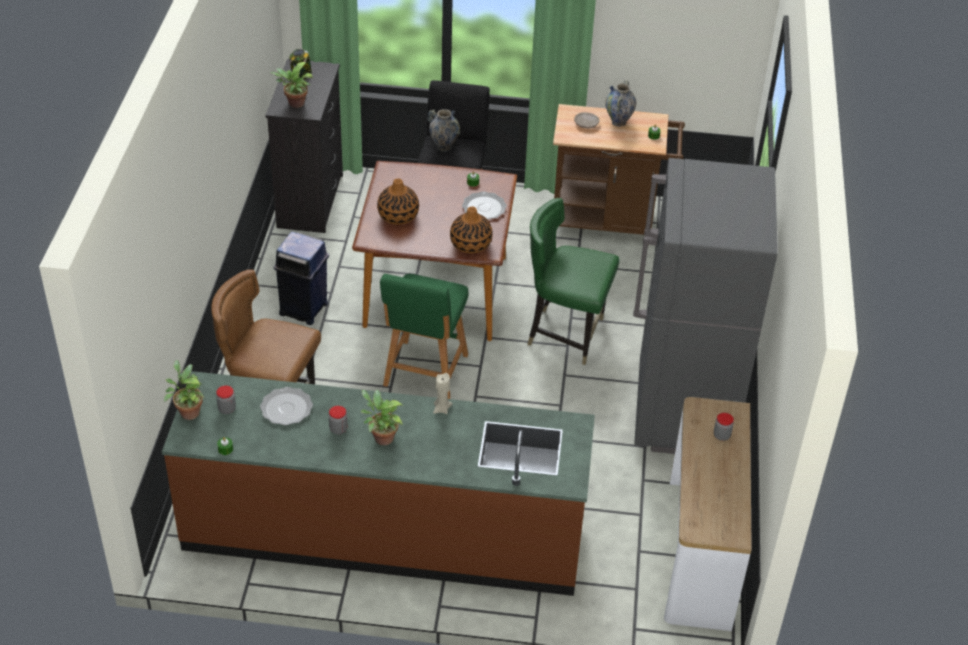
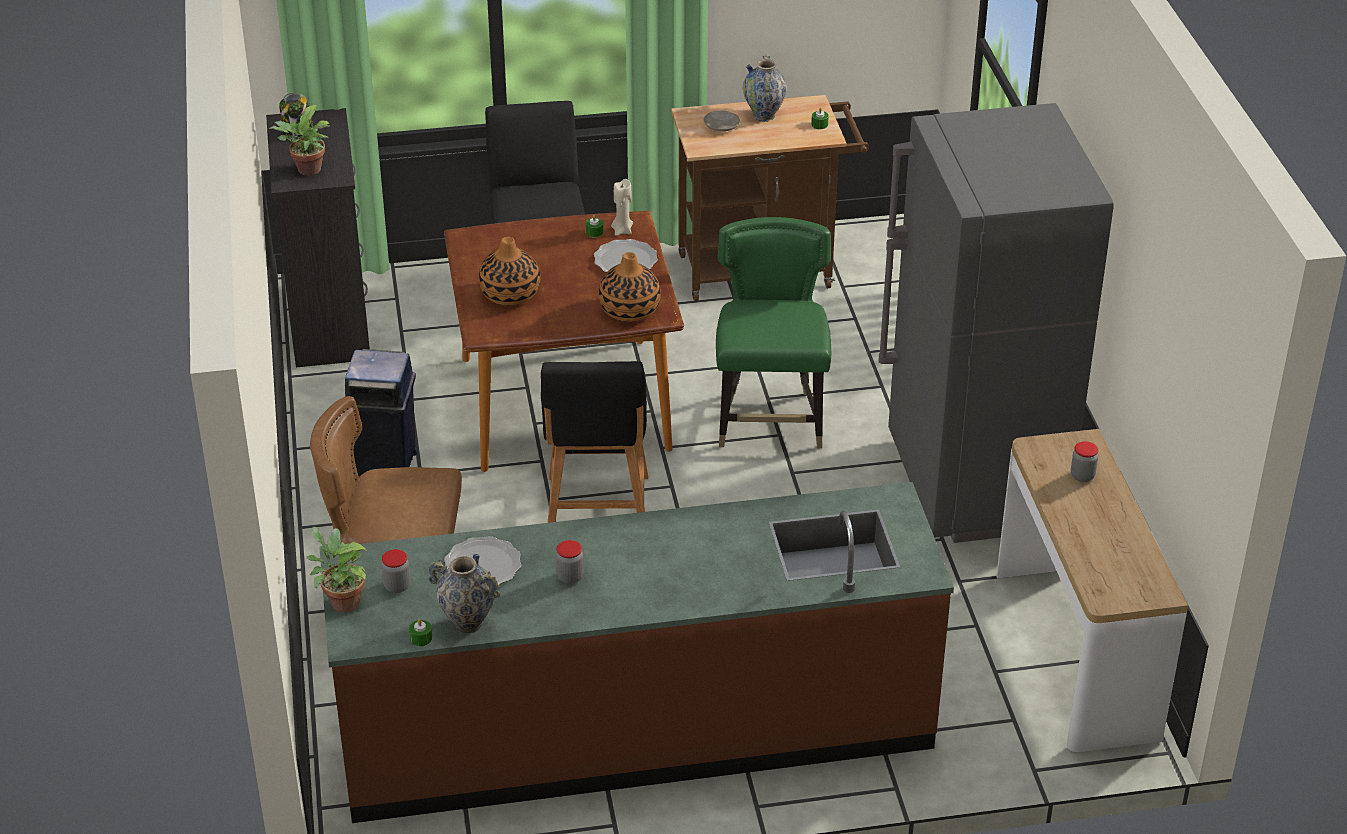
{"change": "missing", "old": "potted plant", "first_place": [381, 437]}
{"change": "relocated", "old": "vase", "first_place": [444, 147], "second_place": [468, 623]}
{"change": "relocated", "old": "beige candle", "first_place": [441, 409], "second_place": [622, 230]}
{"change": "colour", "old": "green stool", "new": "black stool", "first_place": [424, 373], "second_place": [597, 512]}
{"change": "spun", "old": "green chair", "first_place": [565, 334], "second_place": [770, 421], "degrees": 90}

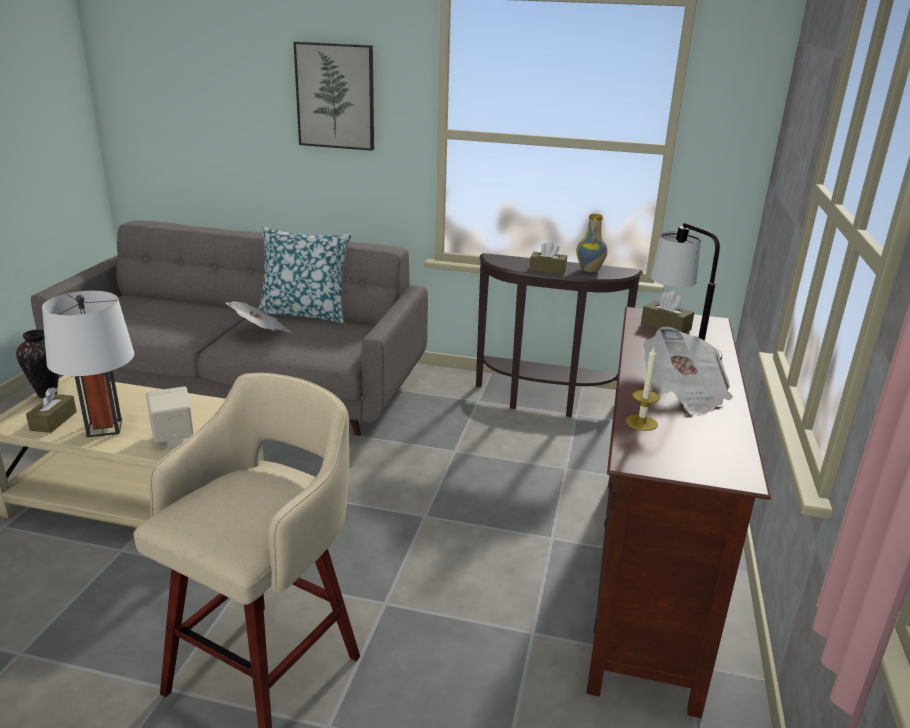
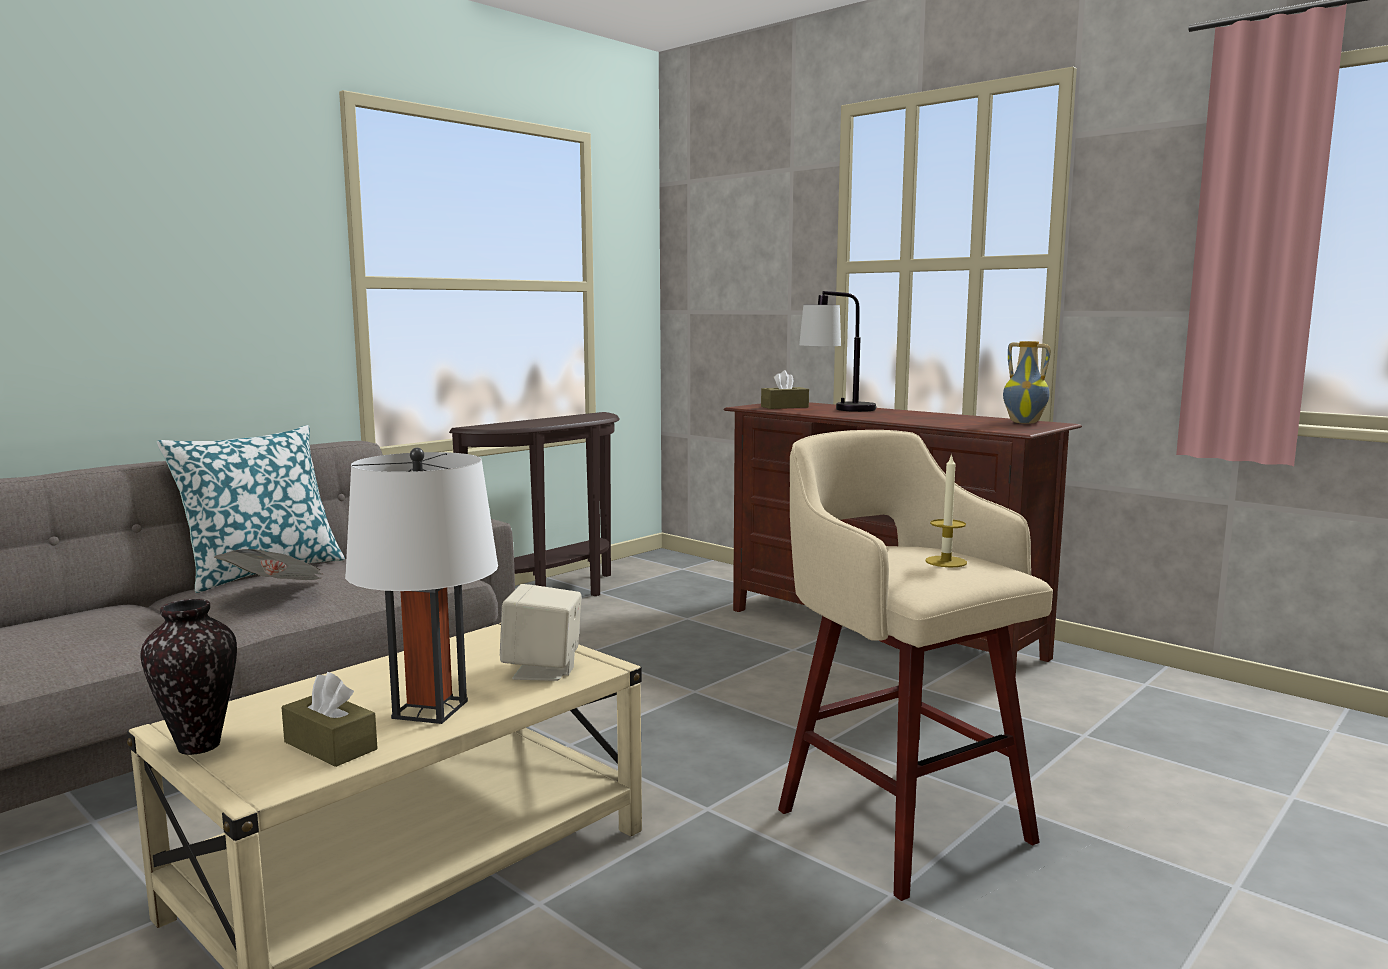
{"change": "missing", "old": "picture", "first_place": [335, 96]}
{"change": "missing", "old": "brown tissue box", "first_place": [547, 270]}
{"change": "missing", "old": "newspaper", "first_place": [683, 393]}
{"change": "relocated", "old": "vase", "first_place": [590, 270], "second_place": [1025, 422]}
{"change": "relocated", "old": "candle", "first_place": [641, 423], "second_place": [946, 562]}

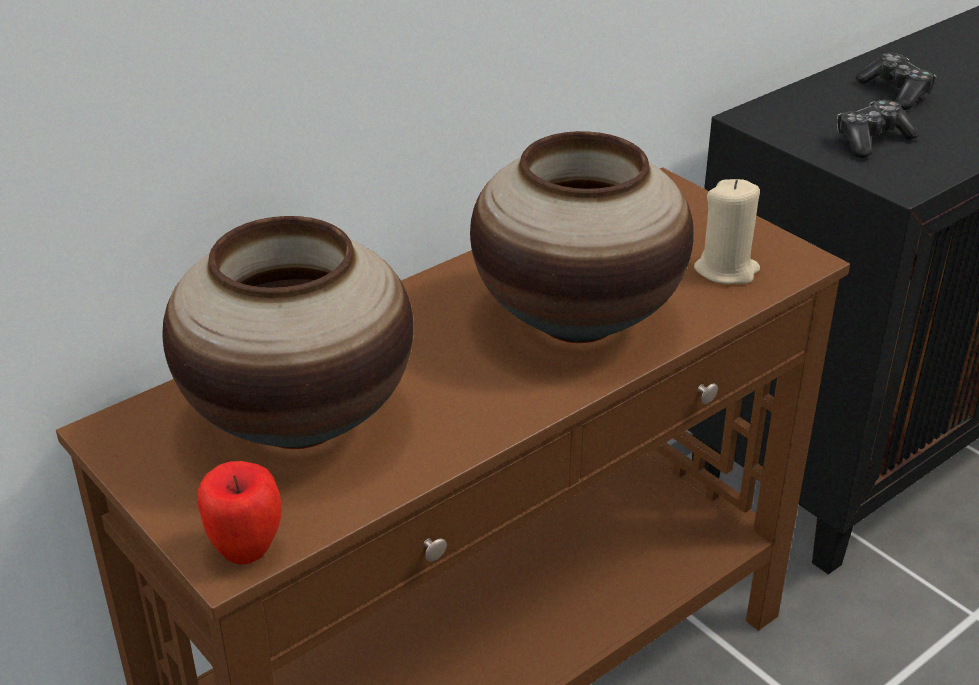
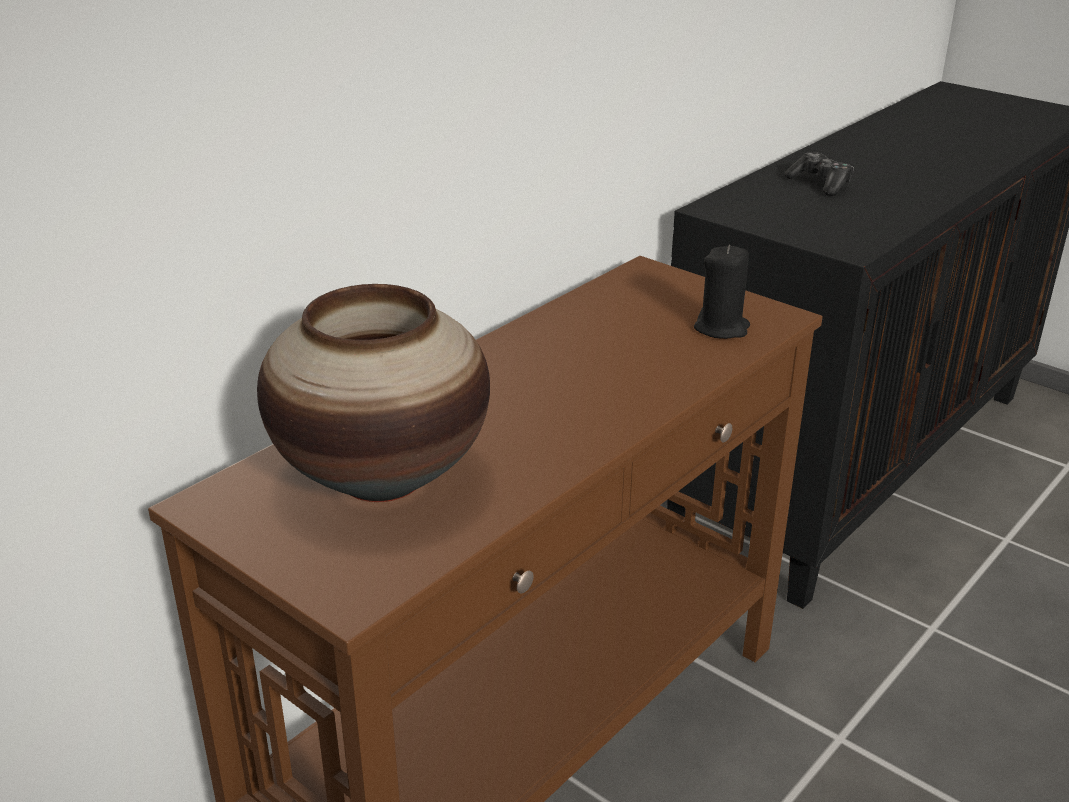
{"change": "missing", "old": "apple", "first_place": [246, 550]}
{"change": "missing", "old": "vase", "first_place": [578, 320]}
{"change": "missing", "old": "game controller", "first_place": [871, 140]}
{"change": "colour", "old": "beige candle", "new": "black candle", "first_place": [726, 270], "second_place": [721, 328]}

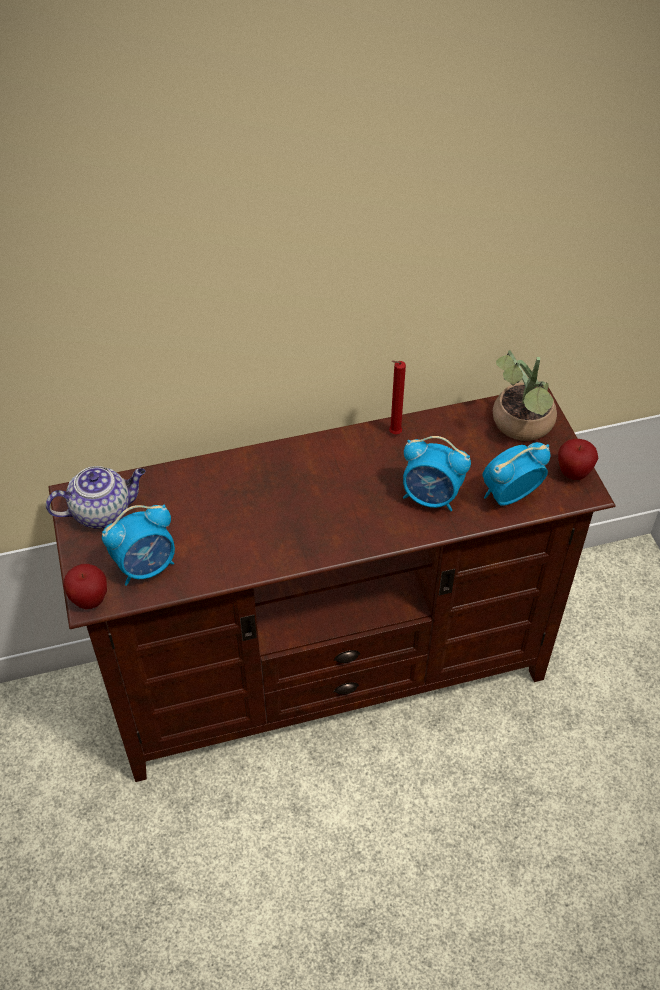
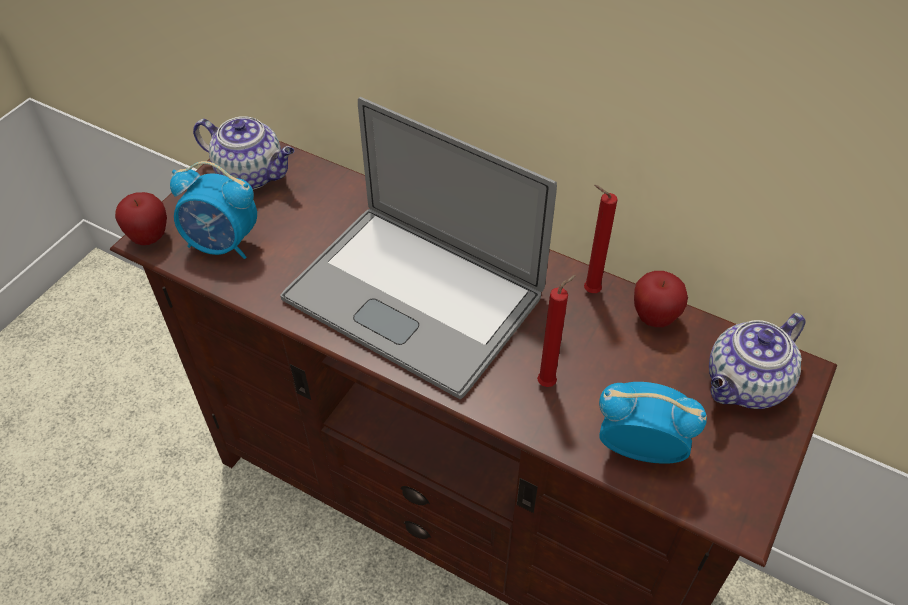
{"change": "appeared", "new": "laptop", "second_place": [413, 297]}
{"change": "relocated", "old": "apple", "first_place": [573, 473], "second_place": [654, 317]}
{"change": "exchanged", "old": "alarm clock", "new": "red candle", "first_place": [431, 497], "second_place": [549, 382]}
{"change": "exchanged", "old": "potted plant", "new": "teapot", "first_place": [521, 427], "second_place": [745, 386]}

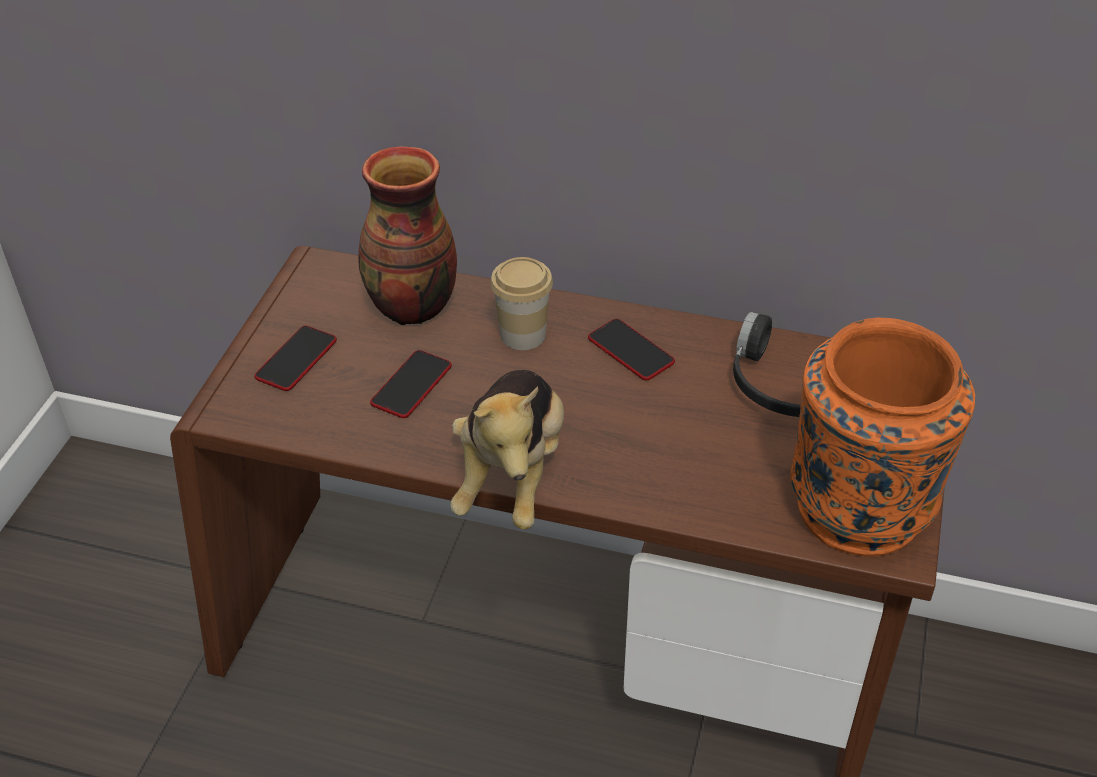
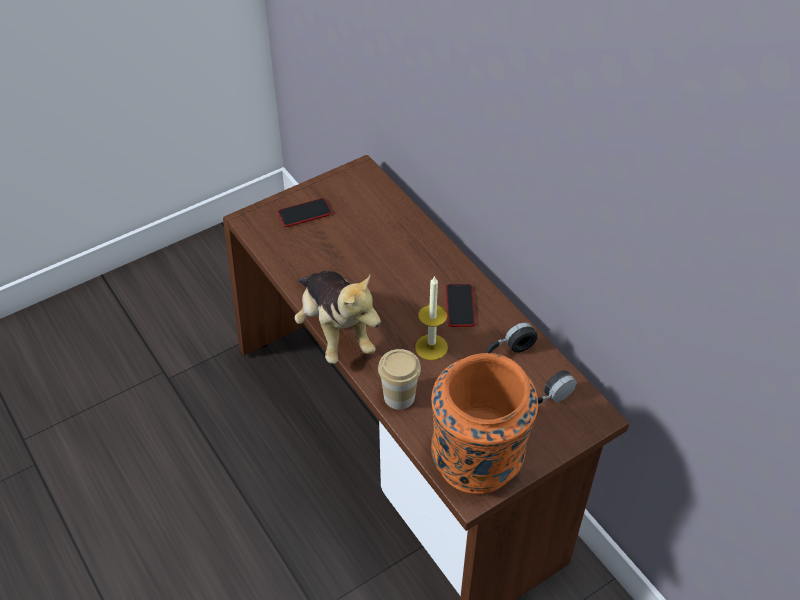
{"change": "missing", "old": "vase", "first_place": [411, 307]}
{"change": "missing", "old": "phone", "first_place": [411, 385]}
{"change": "appeared", "new": "candle", "second_place": [431, 347]}
{"change": "relocated", "old": "cup", "first_place": [523, 335], "second_place": [399, 396]}
{"change": "spun", "old": "plush toy", "first_place": [512, 475], "second_place": [335, 331], "degrees": -75}

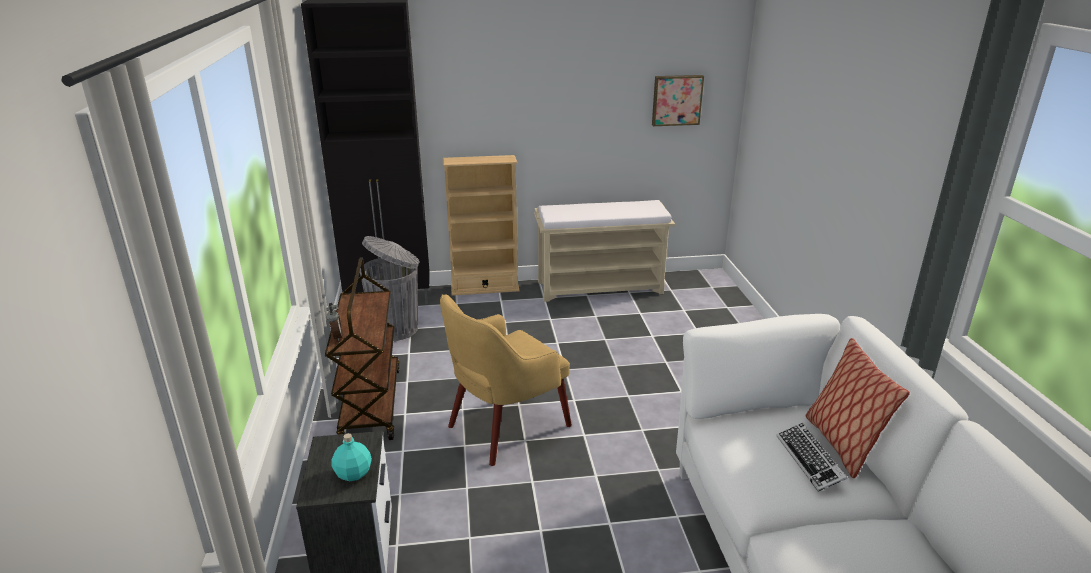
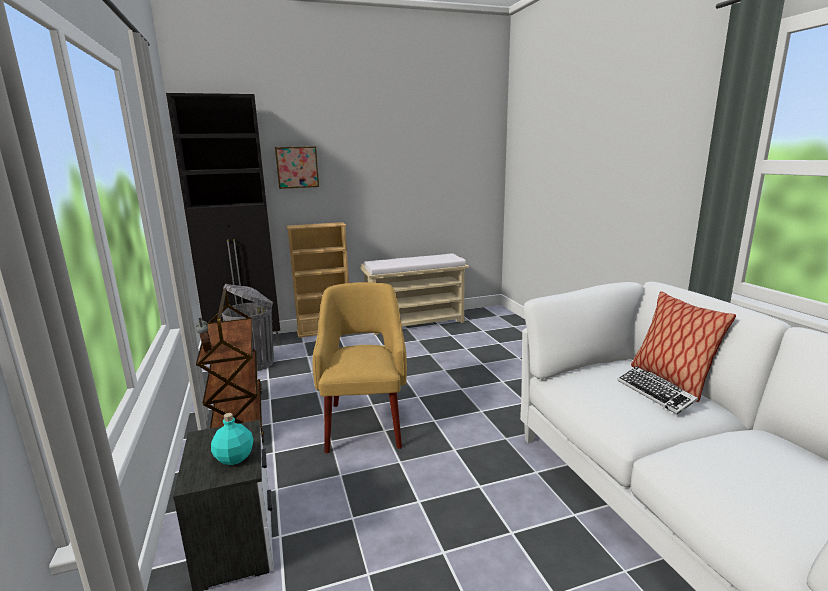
{"change": "relocated", "old": "picture", "first_place": [676, 100], "second_place": [297, 167]}
{"change": "spun", "old": "yellow armchair", "first_place": [505, 427], "second_place": [365, 422], "degrees": 135}

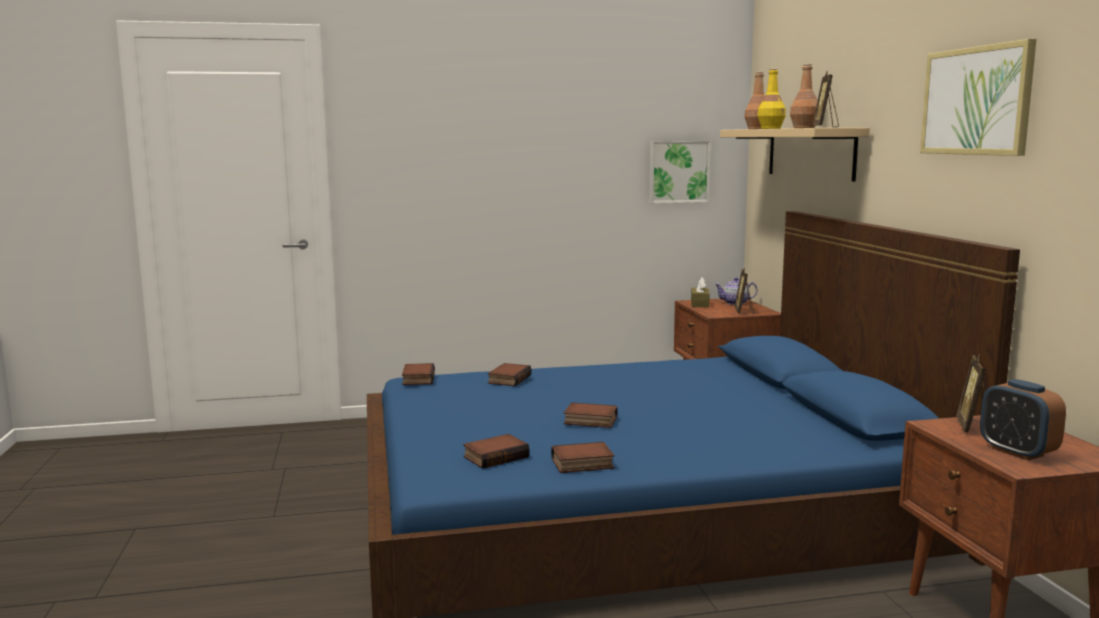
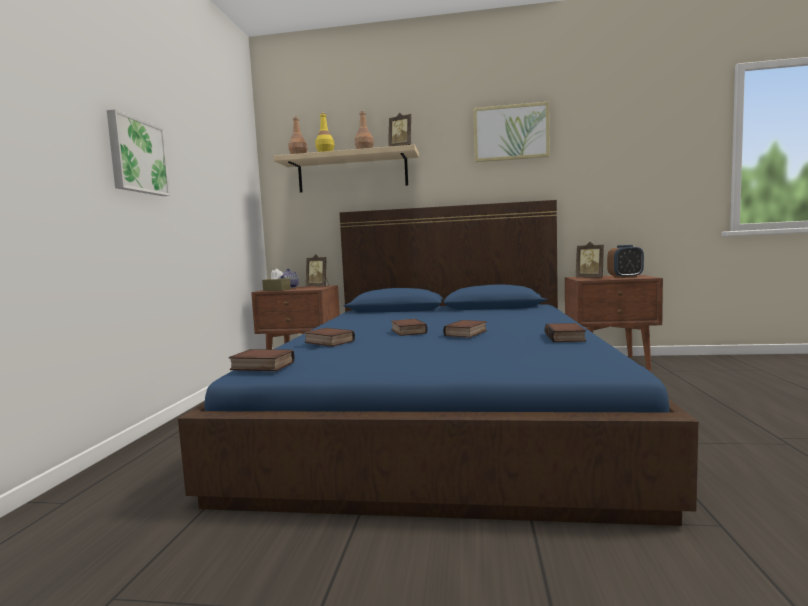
{"change": "relocated", "old": "book", "first_place": [496, 456], "second_place": [407, 331]}
{"change": "relocated", "old": "picture", "first_place": [678, 171], "second_place": [137, 156]}

